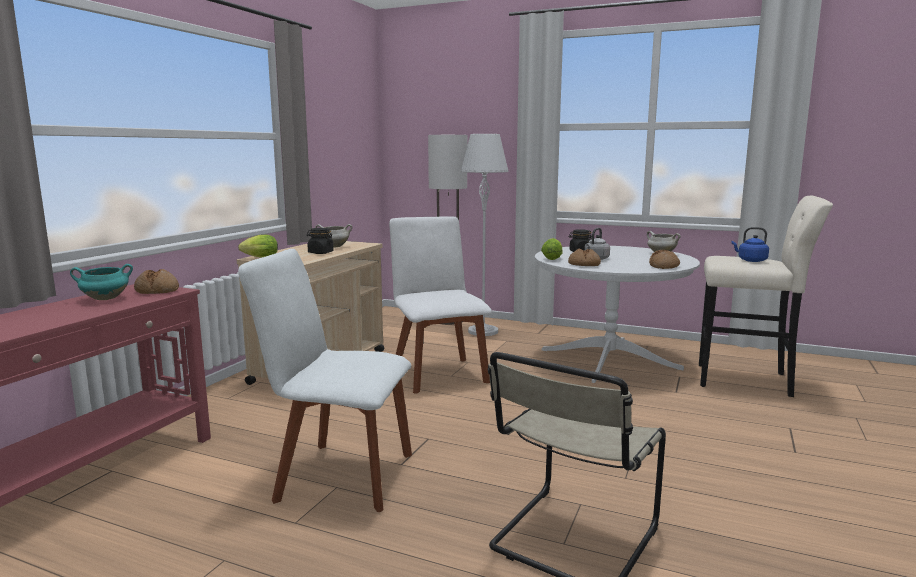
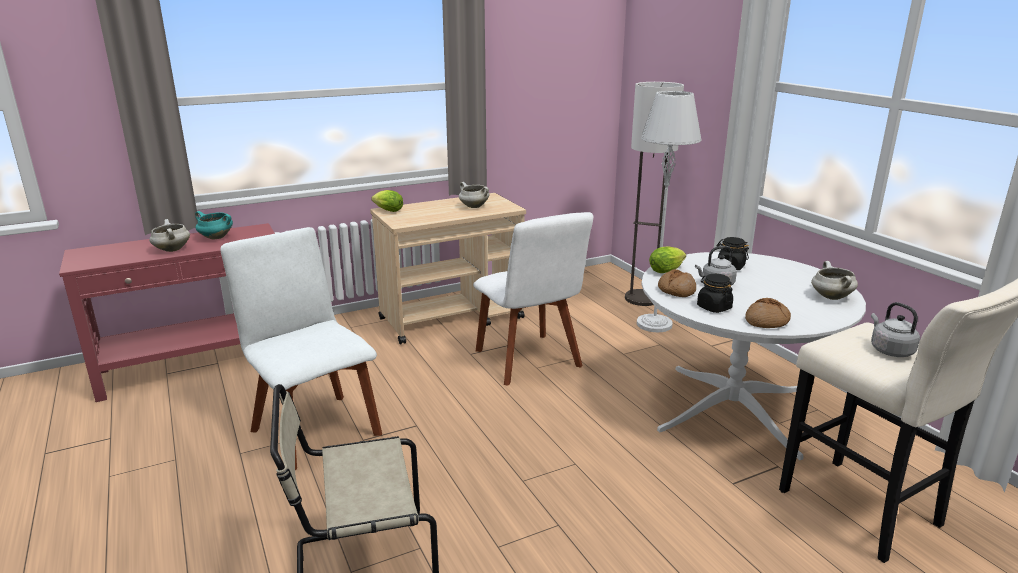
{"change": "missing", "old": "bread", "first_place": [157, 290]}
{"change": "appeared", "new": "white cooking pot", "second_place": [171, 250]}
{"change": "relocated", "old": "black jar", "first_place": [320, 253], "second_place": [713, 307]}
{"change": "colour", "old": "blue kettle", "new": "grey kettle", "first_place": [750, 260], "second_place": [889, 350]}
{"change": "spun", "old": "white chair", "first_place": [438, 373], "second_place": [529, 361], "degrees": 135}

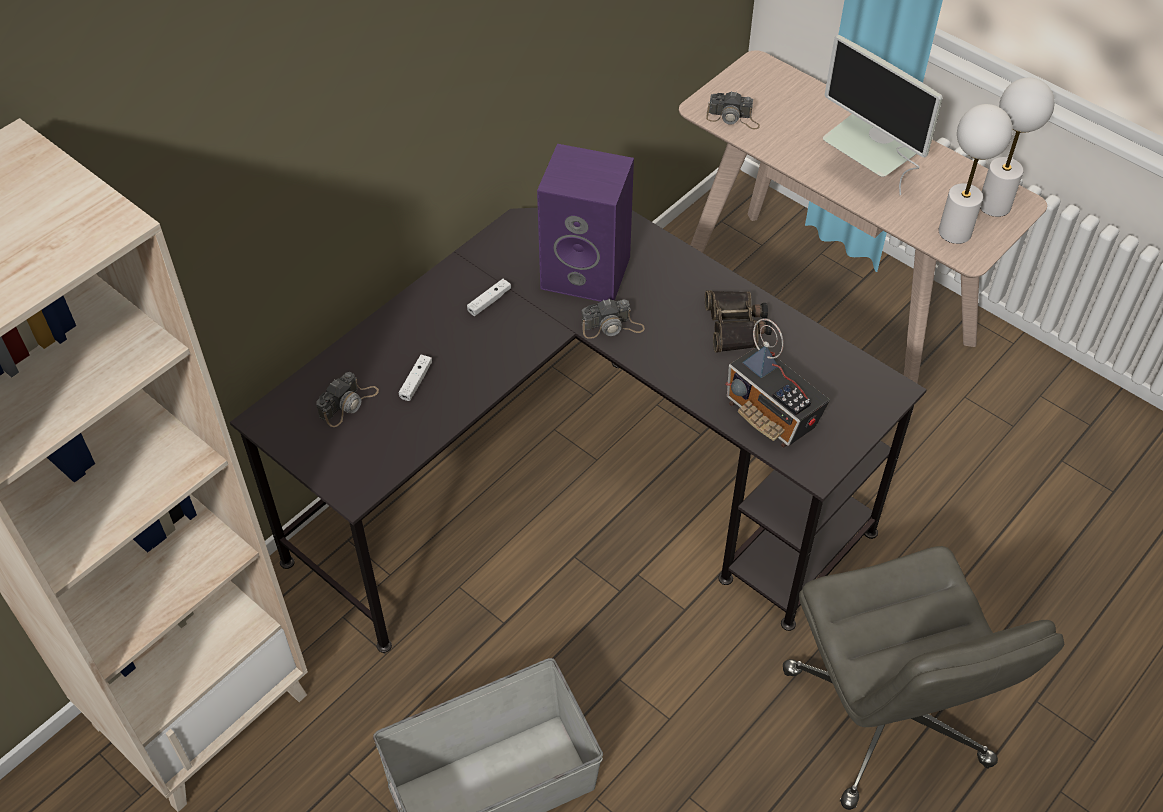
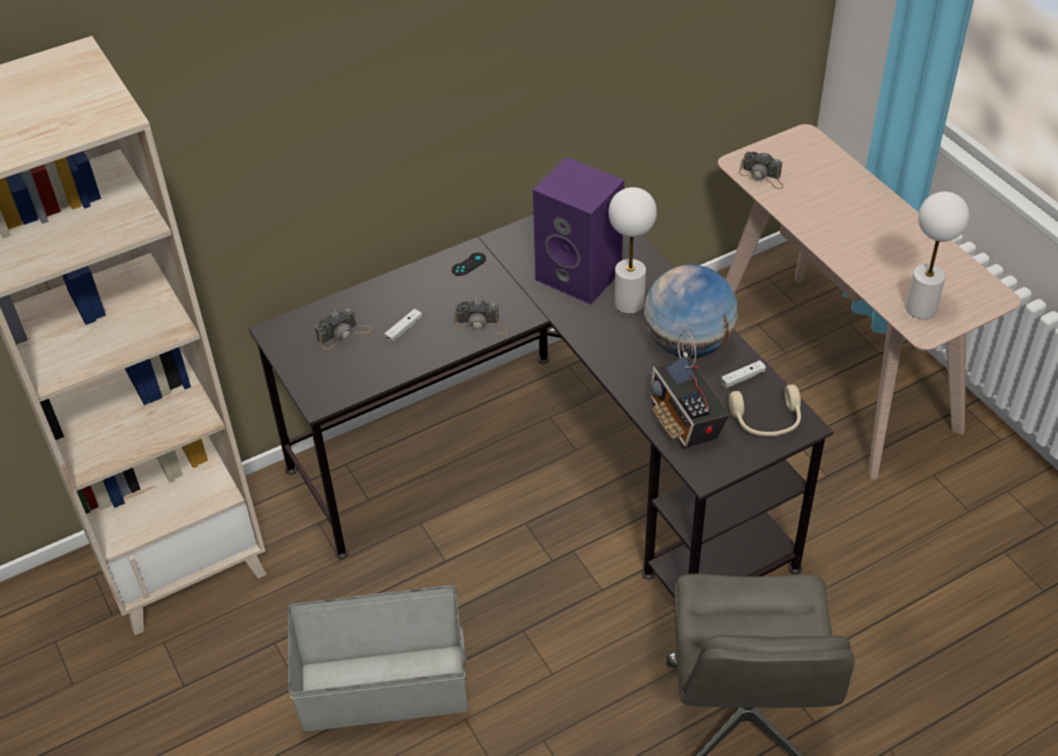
{"change": "missing", "old": "monitor", "first_place": [868, 175]}
{"change": "appeared", "new": "black game controller", "second_place": [468, 264]}
{"change": "appeared", "new": "beige headphones", "second_place": [767, 421]}
{"change": "relocated", "old": "white game controller", "first_place": [489, 301], "second_place": [742, 378]}
{"change": "relocated", "old": "photo camera", "first_place": [612, 327], "second_place": [481, 325]}
{"change": "relocated", "old": "white table lamp", "first_place": [995, 205], "second_place": [629, 303]}
{"change": "exchanged", "old": "binoculars", "new": "globe", "first_place": [737, 326], "second_place": [688, 344]}

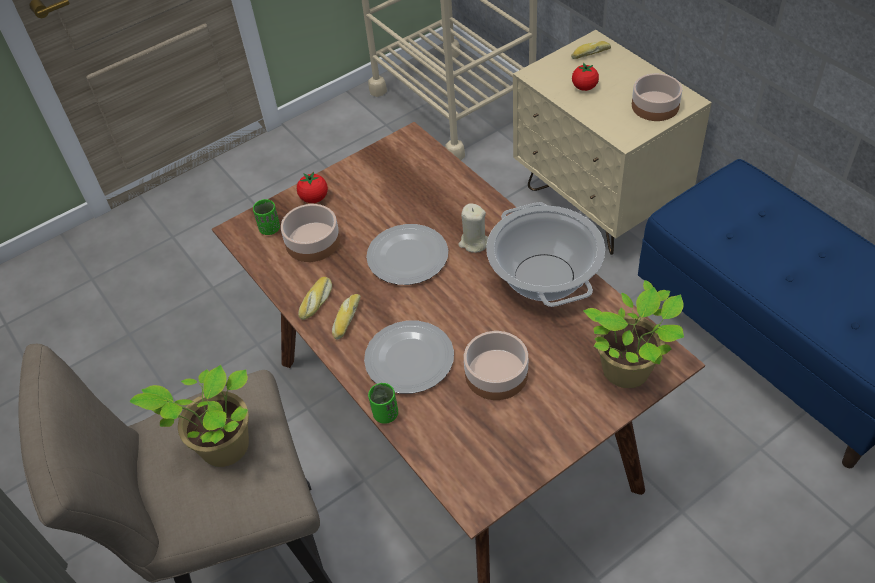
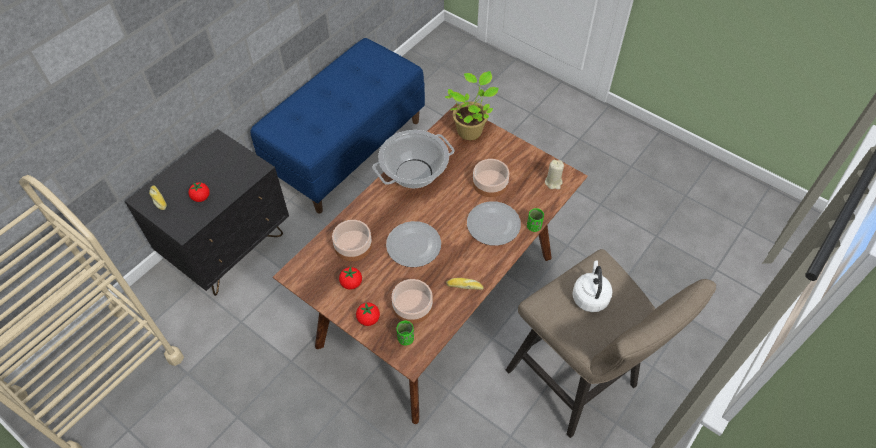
{"change": "missing", "old": "bread", "first_place": [346, 319]}
{"change": "appeared", "new": "tomato", "second_place": [351, 283]}
{"change": "relocated", "old": "beige candle", "first_place": [473, 242], "second_place": [553, 182]}
{"change": "relocated", "old": "bowl", "first_place": [654, 106], "second_place": [353, 246]}
{"change": "exchanged", "old": "potted plant", "new": "white kettle", "first_place": [221, 448], "second_place": [590, 296]}
{"change": "colour", "old": "beige nightstand", "new": "black nightstand", "first_place": [599, 203], "second_place": [229, 249]}

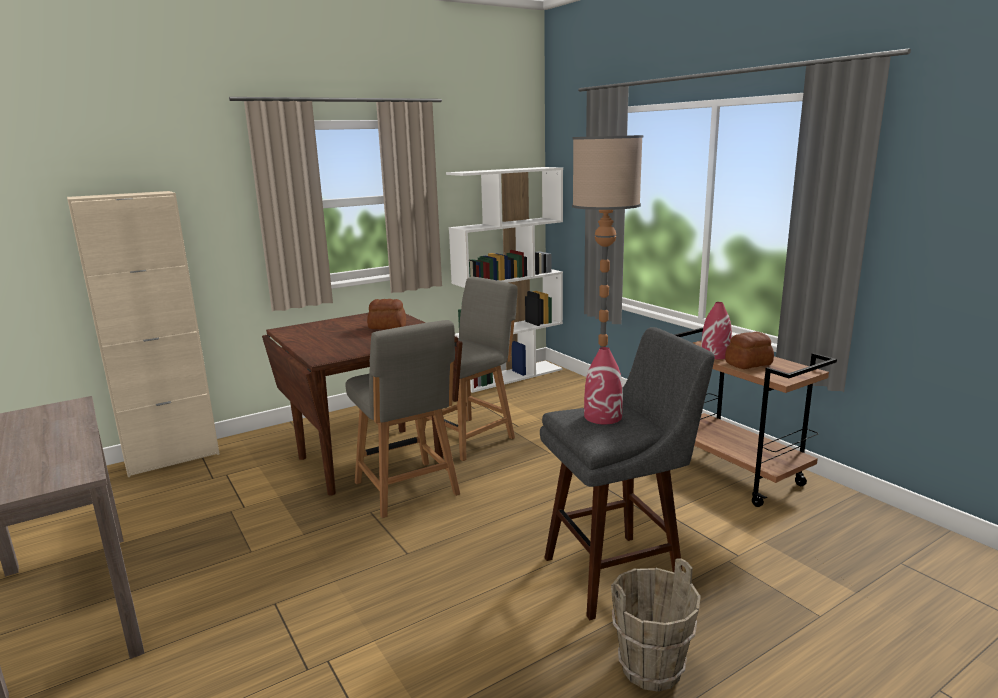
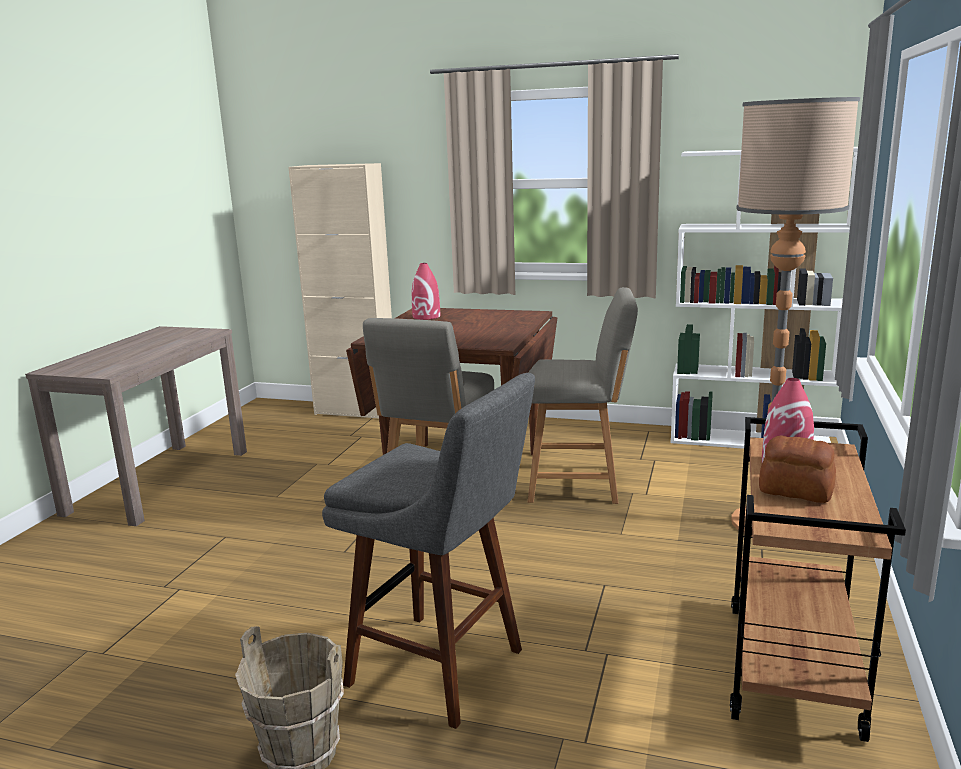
{"change": "missing", "old": "bread", "first_place": [387, 326]}
{"change": "relocated", "old": "red vase", "first_place": [603, 417], "second_place": [426, 316]}

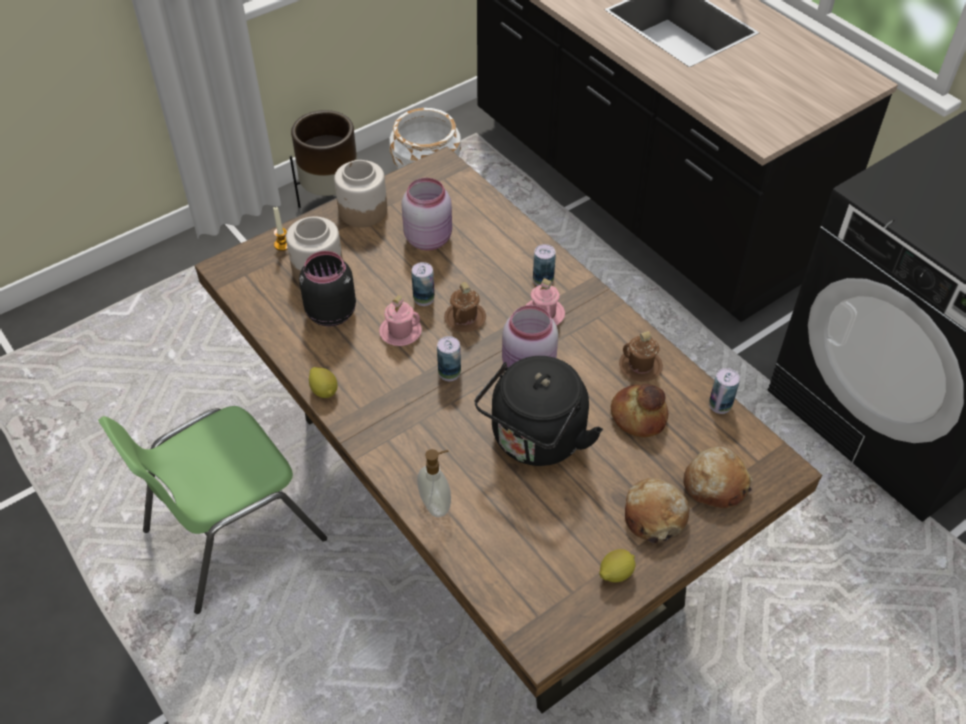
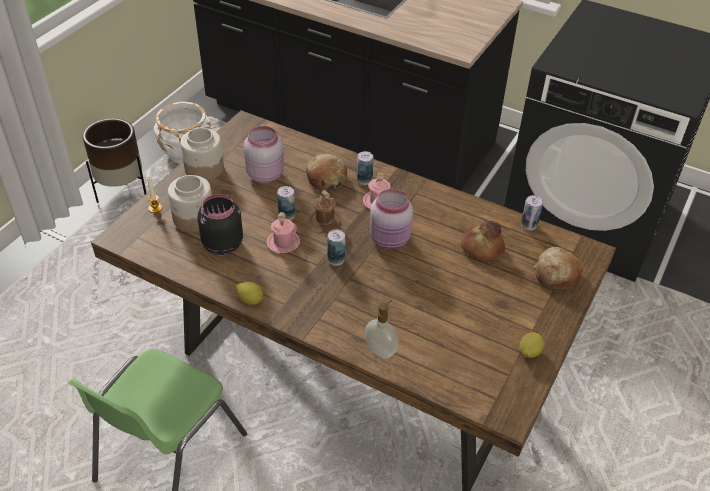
{"change": "missing", "old": "black kettle", "first_place": [535, 441]}
{"change": "missing", "old": "brown mug", "first_place": [640, 366]}
{"change": "relocated", "old": "bread", "first_place": [654, 516], "second_place": [326, 178]}

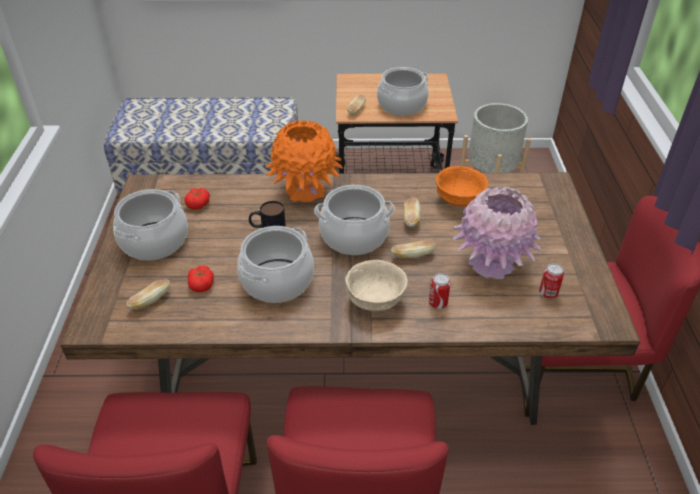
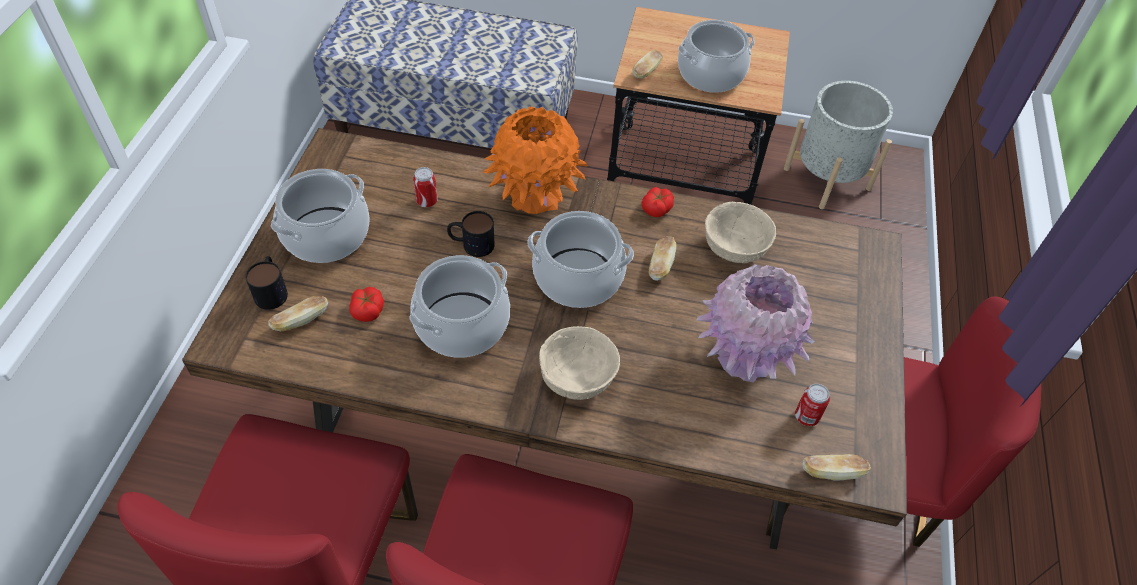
{"change": "appeared", "new": "mug", "second_place": [271, 290]}
{"change": "relocated", "old": "tomato", "first_place": [198, 204], "second_place": [657, 208]}
{"change": "relocated", "old": "bread", "first_place": [412, 255], "second_place": [831, 472]}
{"change": "relocated", "old": "can", "first_place": [438, 303], "second_place": [427, 201]}
{"change": "colour", "old": "orange bowl", "new": "beige bowl", "first_place": [458, 200], "second_place": [733, 249]}

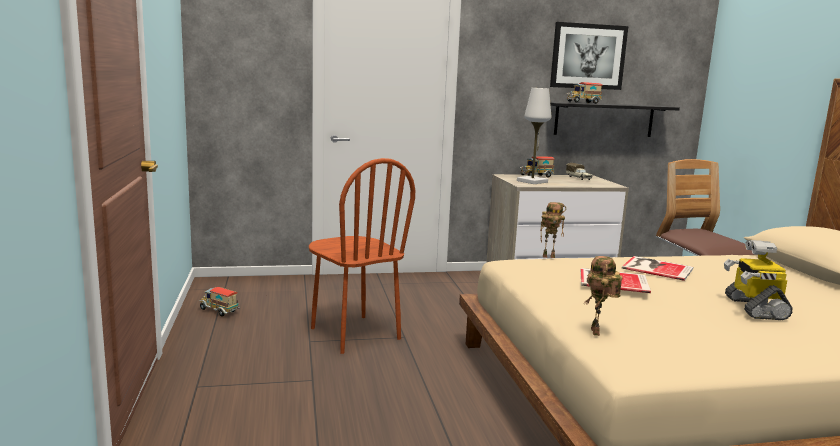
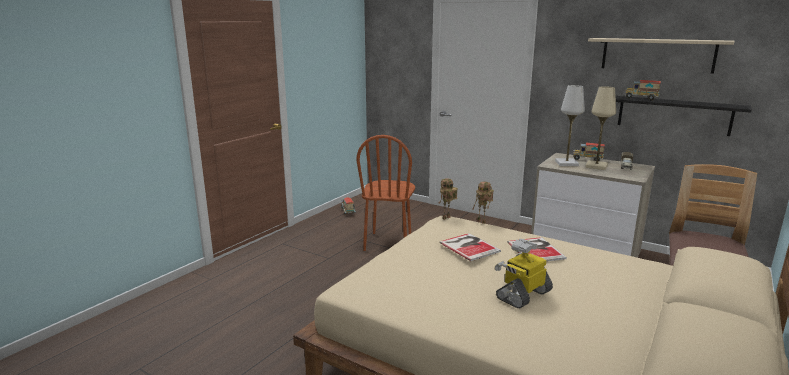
{"change": "appeared", "new": "beige table lamp", "second_place": [596, 166]}
{"change": "relocated", "old": "toy robot", "first_place": [597, 332], "second_place": [446, 218]}
{"change": "exchanged", "old": "picture", "new": "beige shelf", "first_place": [588, 56], "second_place": [657, 55]}

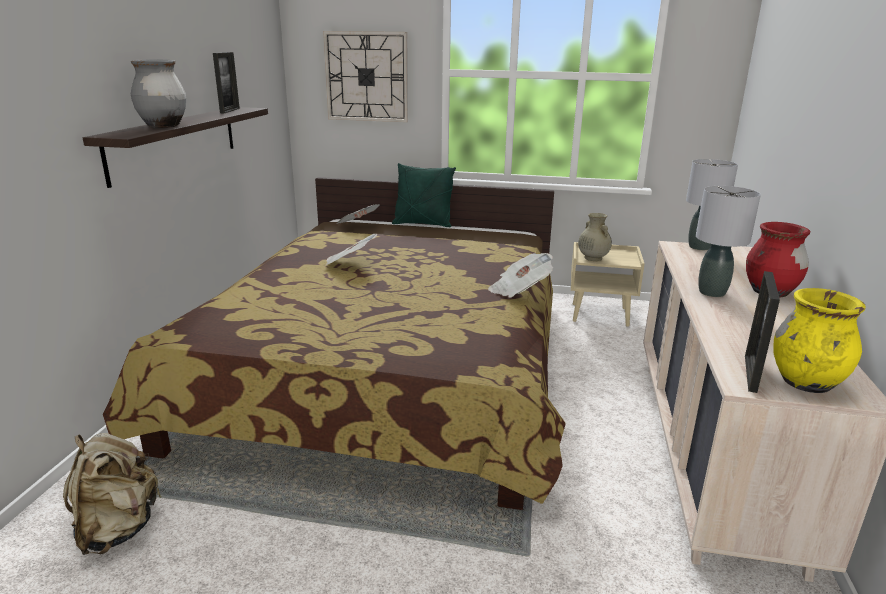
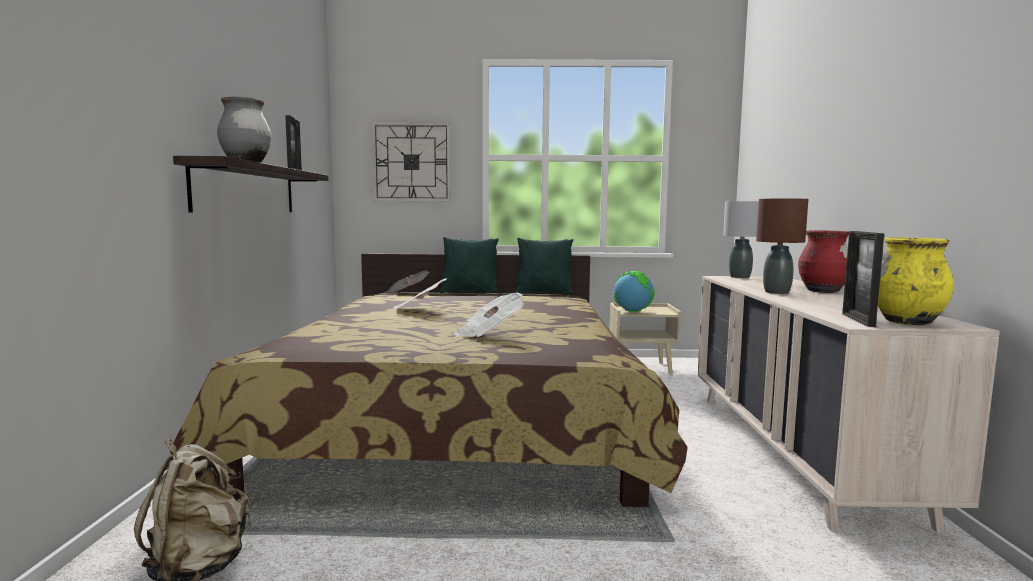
{"change": "appeared", "new": "green pillow", "second_place": [543, 293]}
{"change": "relocated", "old": "newspaper", "first_place": [519, 290], "second_place": [489, 333]}
{"change": "exchanged", "old": "beige vase", "new": "globe", "first_place": [592, 258], "second_place": [632, 311]}
{"change": "colour", "old": "grey table lamp", "new": "brown table lamp", "first_place": [712, 292], "second_place": [776, 292]}

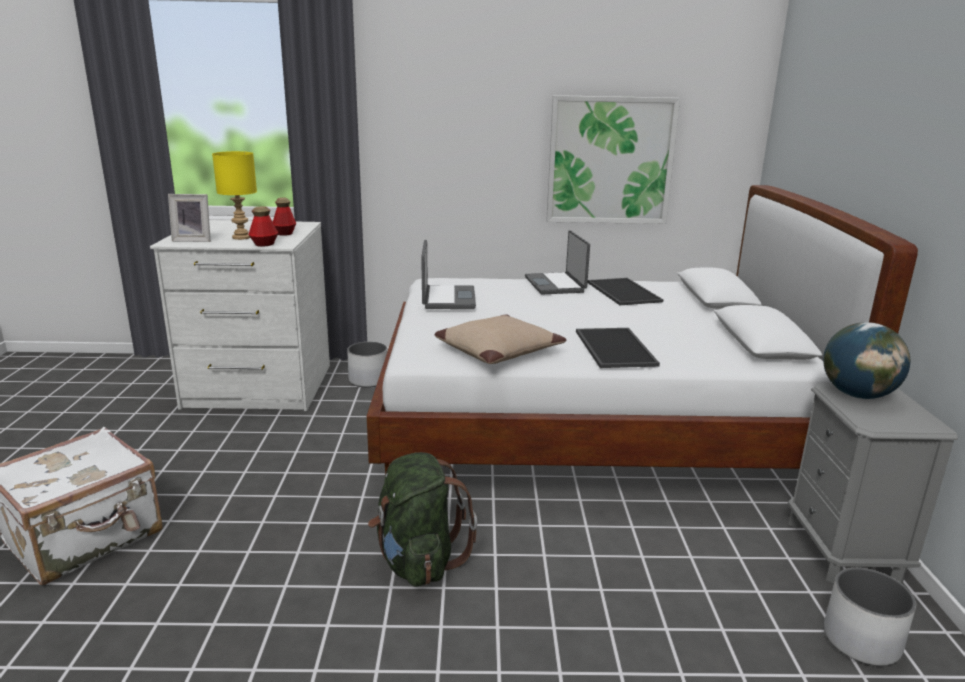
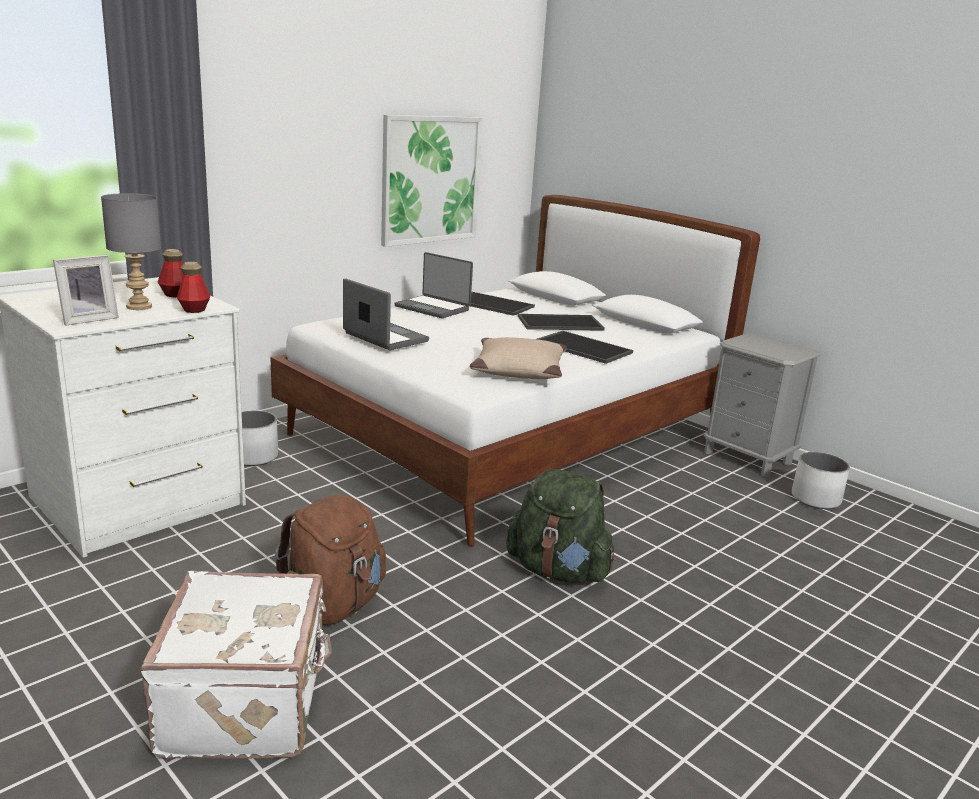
{"change": "missing", "old": "globe", "first_place": [856, 395]}
{"change": "appeared", "new": "brown backpack", "second_place": [332, 607]}
{"change": "appeared", "new": "tray", "second_place": [559, 323]}
{"change": "colour", "old": "yellow table lamp", "new": "grey table lamp", "first_place": [241, 237], "second_place": [138, 307]}

